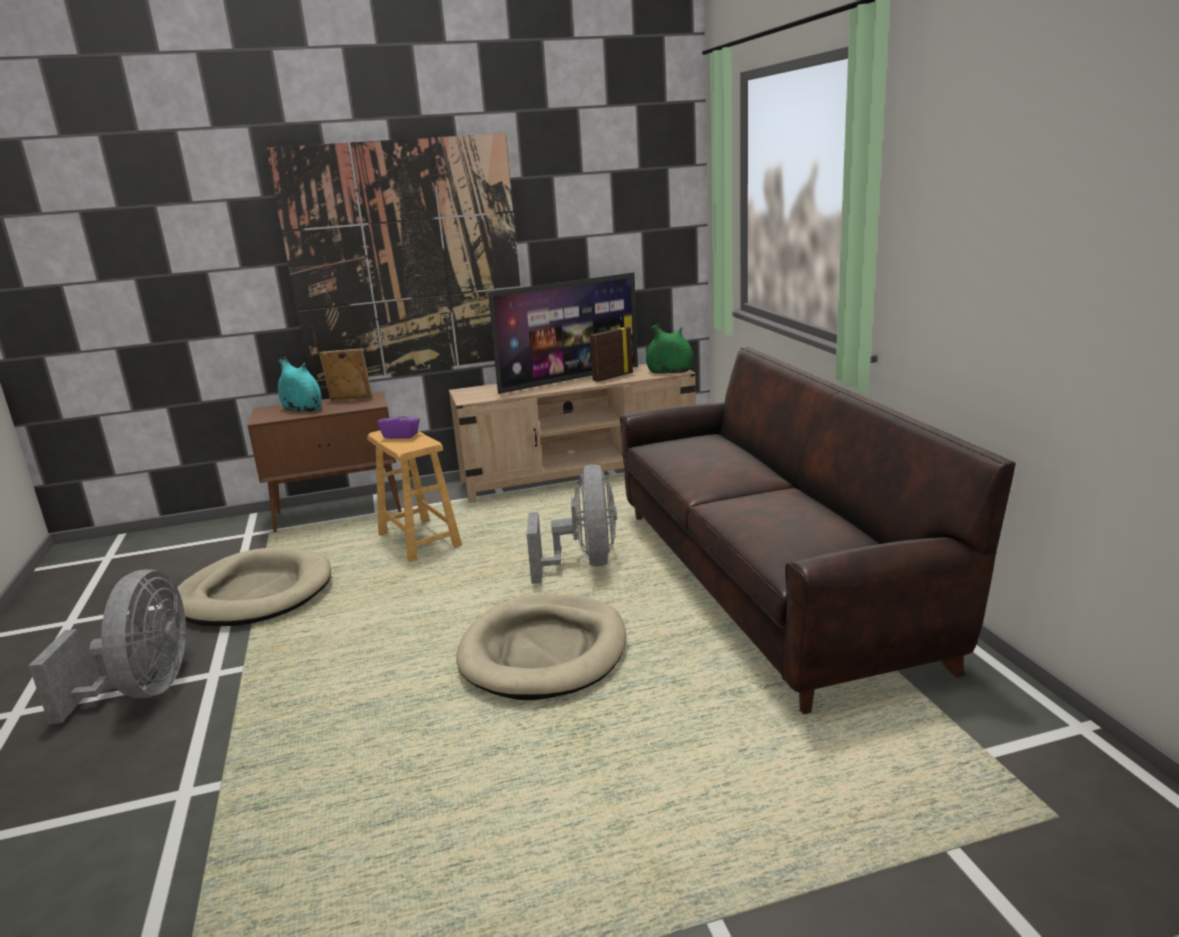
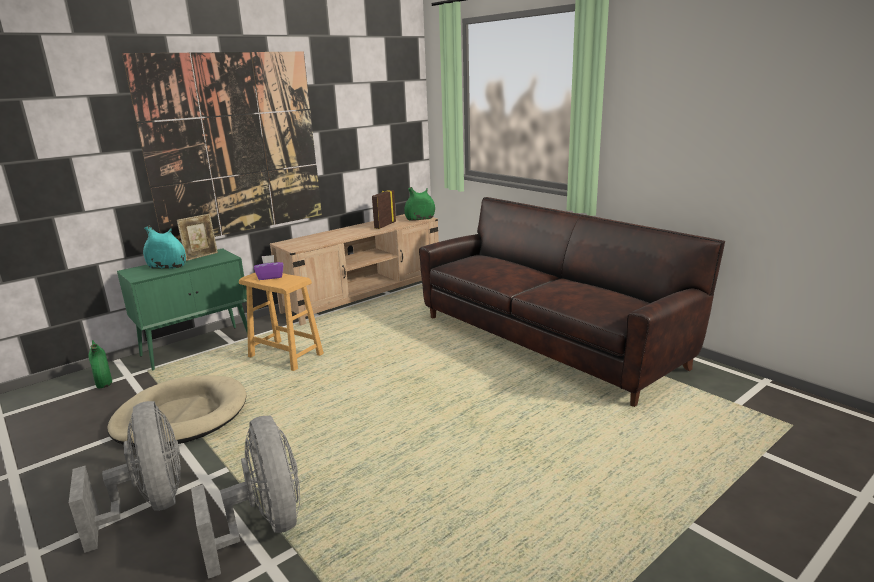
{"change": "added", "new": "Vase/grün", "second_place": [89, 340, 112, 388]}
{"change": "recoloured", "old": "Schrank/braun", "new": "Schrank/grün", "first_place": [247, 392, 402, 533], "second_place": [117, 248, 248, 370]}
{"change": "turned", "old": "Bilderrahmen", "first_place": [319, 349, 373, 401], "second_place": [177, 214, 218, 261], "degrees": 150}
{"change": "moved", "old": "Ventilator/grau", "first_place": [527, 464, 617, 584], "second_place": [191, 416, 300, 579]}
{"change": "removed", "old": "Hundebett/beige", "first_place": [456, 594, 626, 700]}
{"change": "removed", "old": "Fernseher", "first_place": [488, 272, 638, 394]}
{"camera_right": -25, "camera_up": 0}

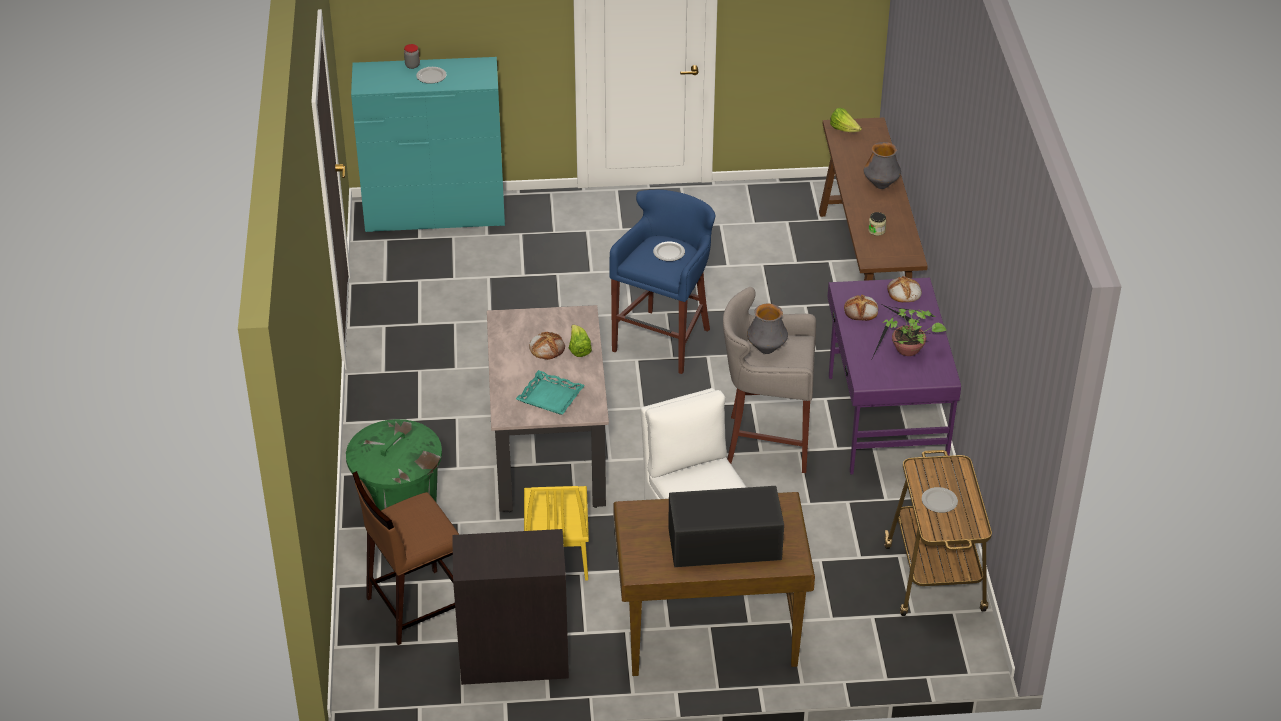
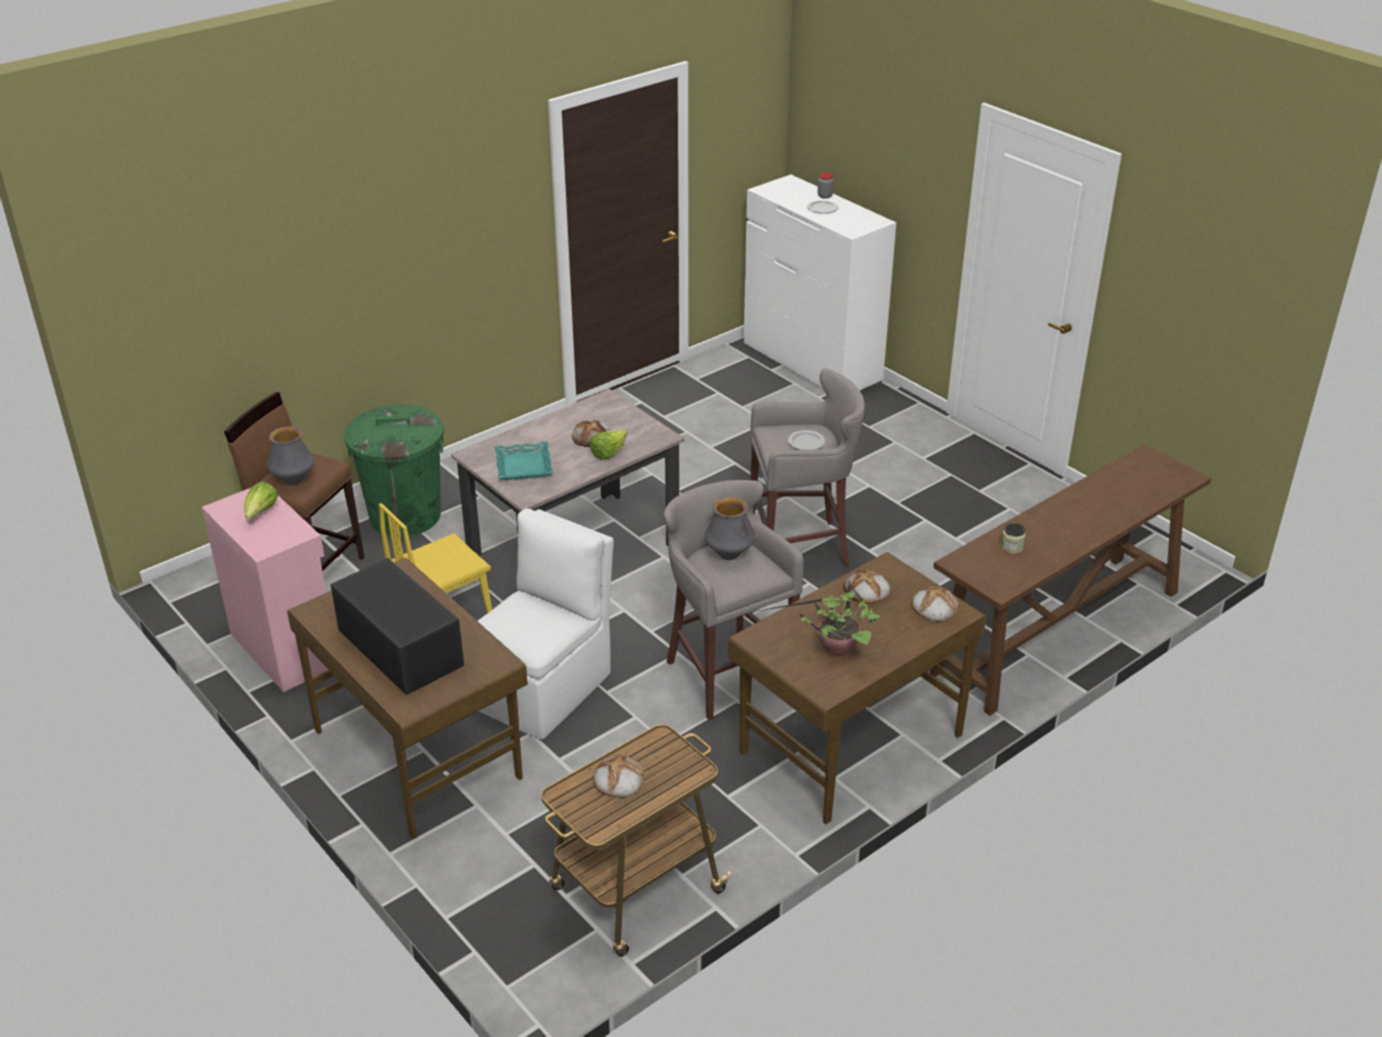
{"change": "recoloured", "old": "Schrank/schwarz", "new": "Schrank/rosa", "first_place": [452, 529, 569, 685], "second_place": [202, 488, 328, 692]}
{"change": "moved", "old": "Salatkopf", "first_place": [830, 108, 862, 132], "second_place": [244, 481, 278, 520]}
{"change": "moved", "old": "Vase", "first_place": [864, 142, 901, 189], "second_place": [267, 426, 314, 485]}
{"change": "replaced", "old": "Teller", "new": "Brot", "first_place": [922, 487, 958, 513], "second_place": [593, 755, 645, 798]}
{"change": "recoloured", "old": "Schreibtisch/lila", "new": "Schreibtisch/braun", "first_place": [828, 278, 961, 474], "second_place": [728, 552, 987, 824]}
{"change": "recoloured", "old": "Kommode/türkis", "new": "Kommode/weiß", "first_place": [351, 57, 505, 232], "second_place": [744, 174, 896, 391]}
{"change": "recoloured", "old": "Hocker/blau", "new": "Hocker/grau", "first_place": [609, 190, 716, 374], "second_place": [750, 368, 865, 568]}
{"camera_right": 55, "camera_up": -5}

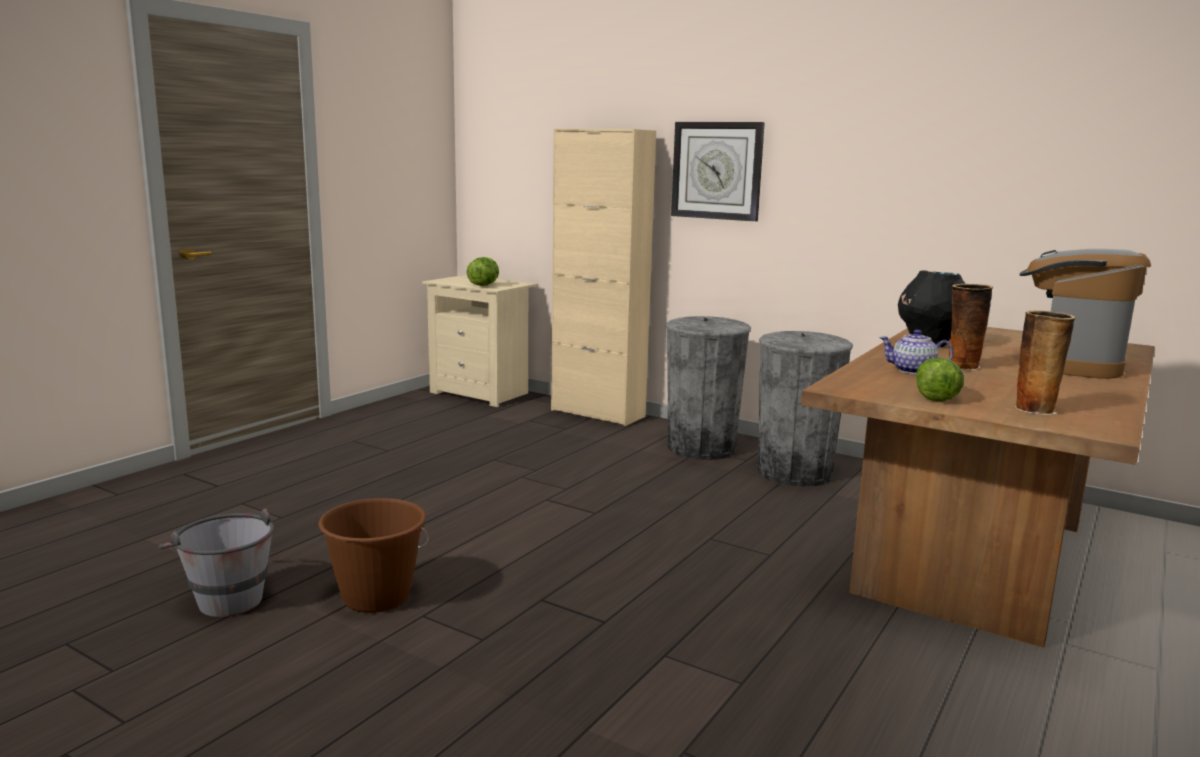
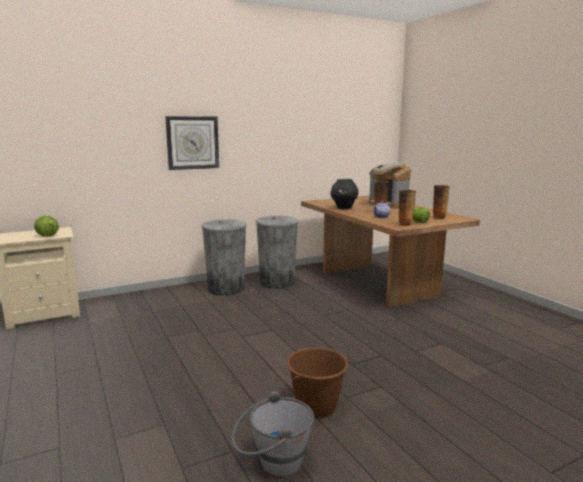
{"change": "added", "new": "Vase", "second_place": [399, 189, 416, 226]}
{"change": "removed", "old": "Schrank/beige", "first_place": [551, 128, 656, 426]}
{"camera_right": -60, "camera_up": 0}

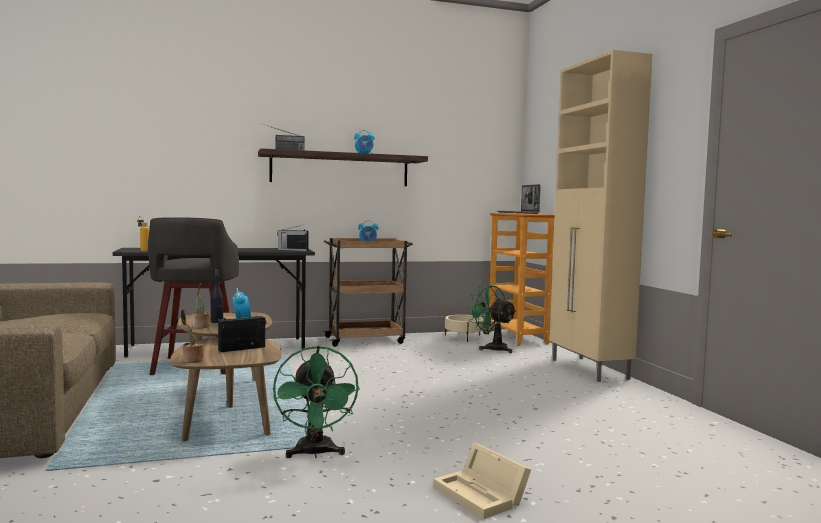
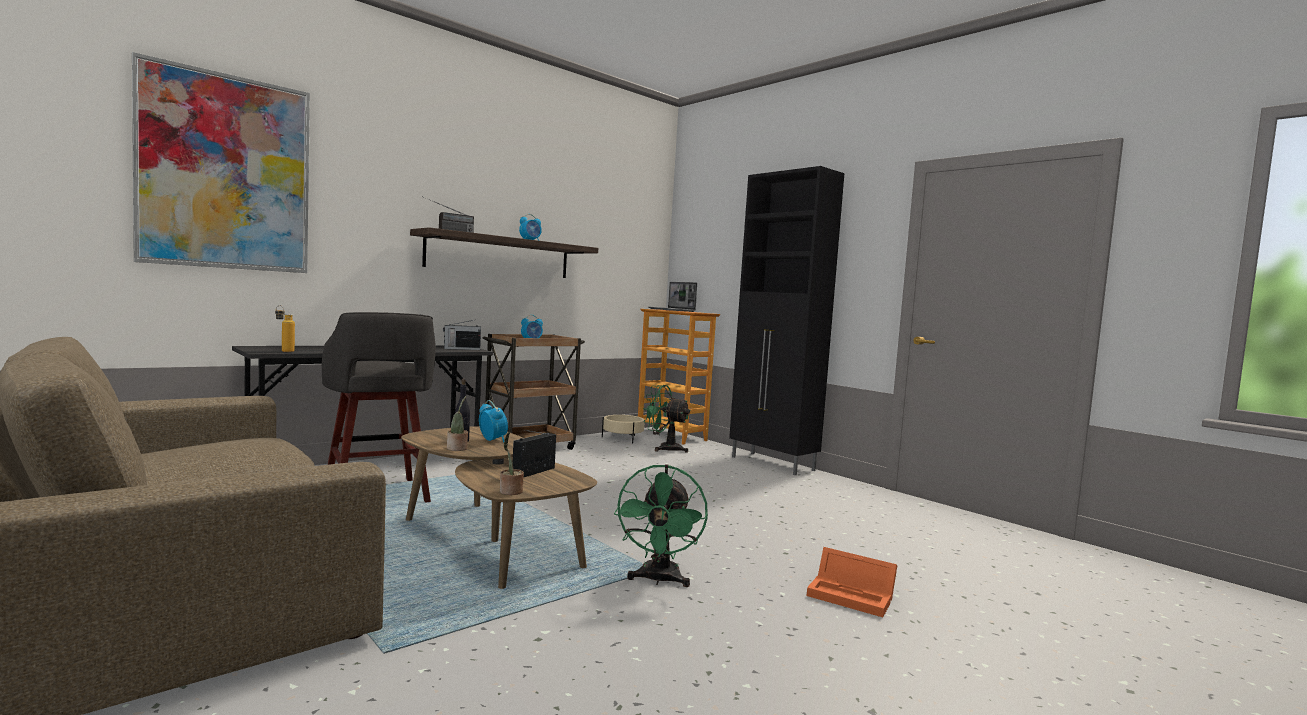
{"change": "added", "new": "Bild", "second_place": [132, 52, 310, 273]}
{"change": "turned", "old": "Ventilator/grün", "first_place": [273, 346, 360, 458], "second_place": [614, 464, 708, 587], "degrees": 45}
{"change": "recoloured", "old": "Schrank/beige", "new": "Schrank/schwarz", "first_place": [549, 50, 652, 382], "second_place": [729, 166, 844, 475]}
{"change": "recoloured", "old": "Aufbewahrungsbox/beige", "new": "Aufbewahrungsbox/orange", "first_place": [433, 442, 531, 519], "second_place": [807, 547, 897, 617]}
{"camera_right": -25, "camera_up": 0}

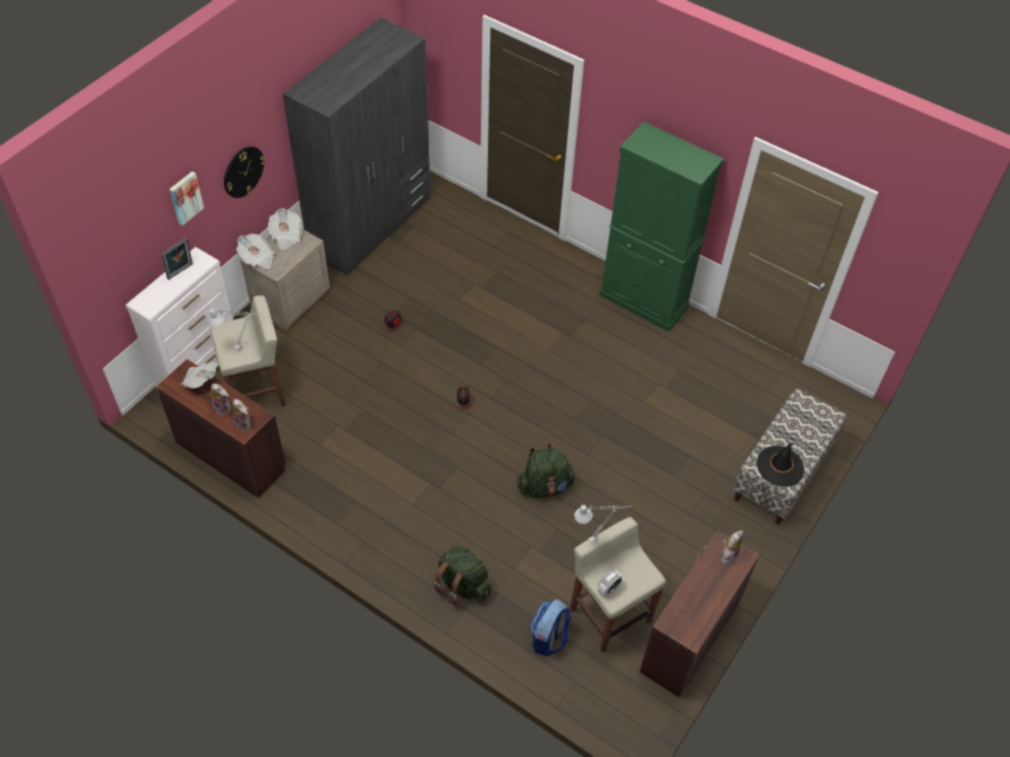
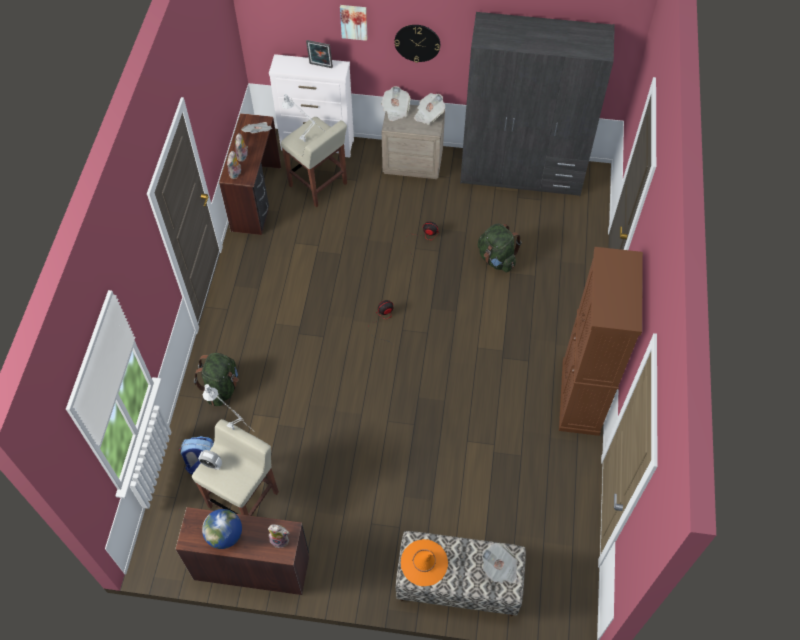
{"change": "added", "new": "Globus", "second_place": [202, 509, 242, 549]}
{"change": "recoloured", "old": "Hut/schwarz", "new": "Hut/orange", "first_place": [757, 443, 804, 487], "second_place": [401, 539, 448, 586]}
{"change": "moved", "old": "Rucksack/grün", "first_place": [517, 443, 576, 498], "second_place": [478, 223, 522, 272]}
{"change": "added", "new": "Zeitung", "second_place": [482, 543, 518, 584]}
{"change": "recoloured", "old": "Schrank/grün", "new": "Schrank/braun", "first_place": [600, 122, 724, 332], "second_place": [559, 247, 643, 436]}
{"camera_right": 65, "camera_up": 5}

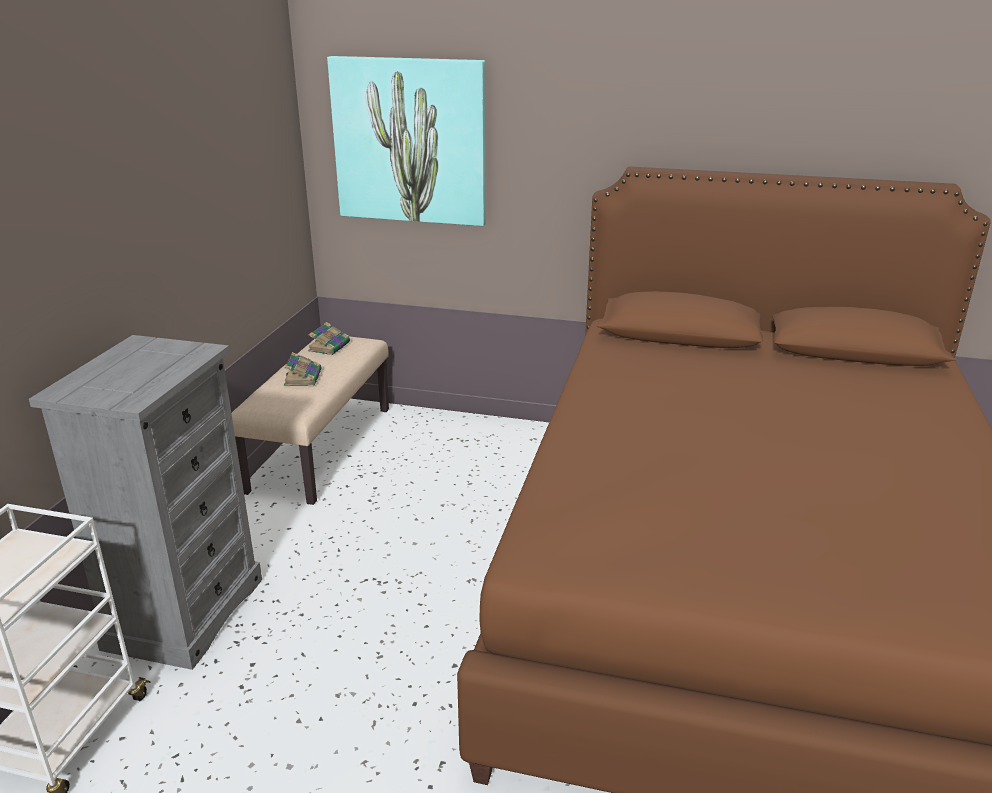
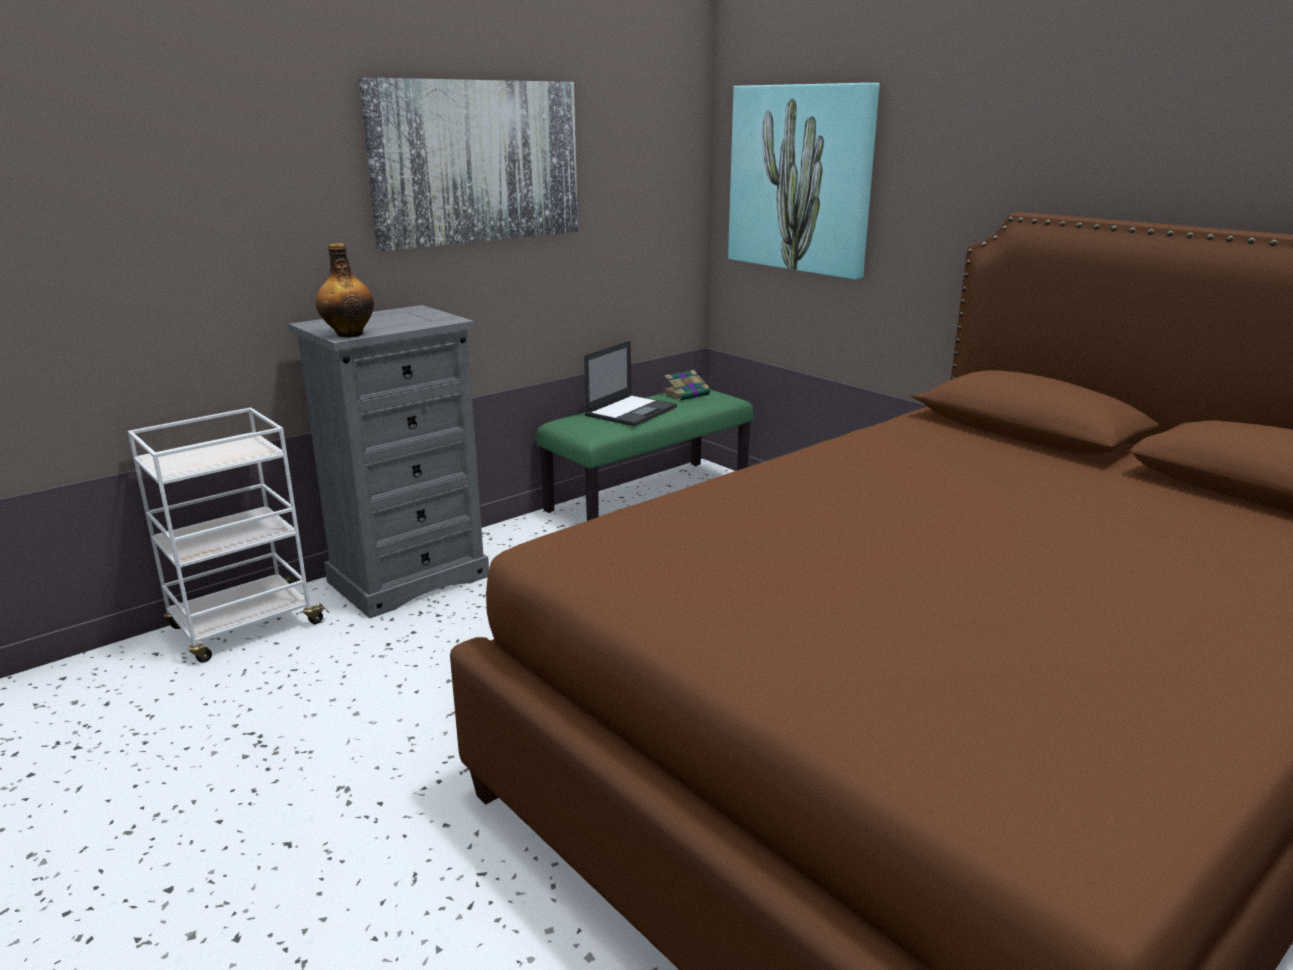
{"change": "added", "new": "Flasche", "second_place": [316, 243, 374, 337]}
{"change": "added", "new": "Bild", "second_place": [359, 77, 578, 251]}
{"change": "recoloured", "old": "Bank/beige", "new": "Bank/grün", "first_place": [231, 337, 389, 505], "second_place": [536, 390, 754, 521]}
{"change": "replaced", "old": "Buch", "new": "Laptop", "first_place": [284, 352, 322, 386], "second_place": [584, 341, 677, 426]}
{"camera_right": 35, "camera_up": -5}

